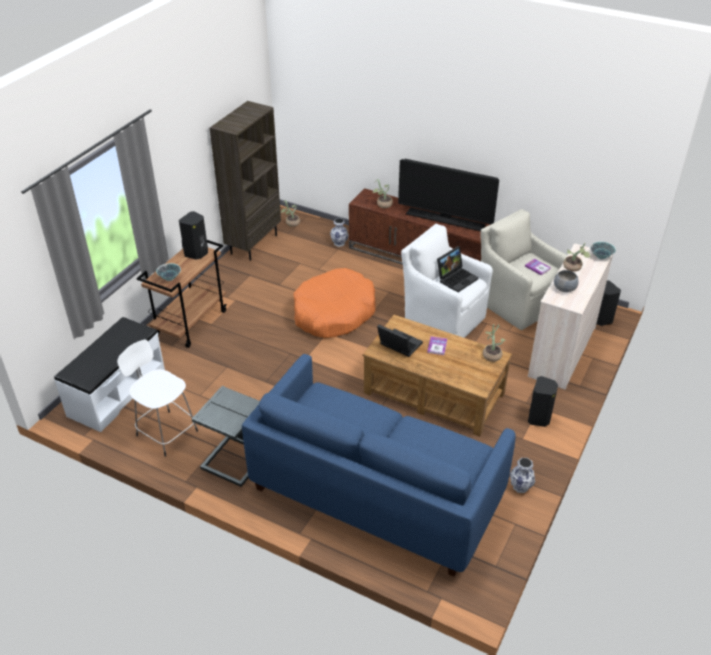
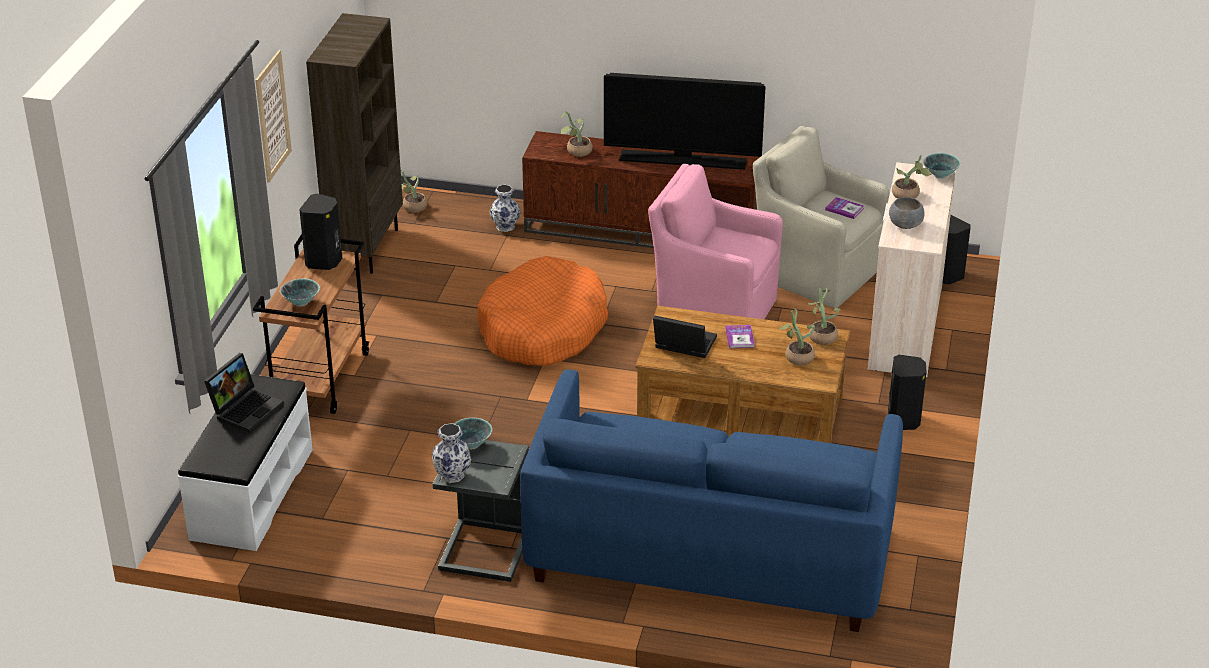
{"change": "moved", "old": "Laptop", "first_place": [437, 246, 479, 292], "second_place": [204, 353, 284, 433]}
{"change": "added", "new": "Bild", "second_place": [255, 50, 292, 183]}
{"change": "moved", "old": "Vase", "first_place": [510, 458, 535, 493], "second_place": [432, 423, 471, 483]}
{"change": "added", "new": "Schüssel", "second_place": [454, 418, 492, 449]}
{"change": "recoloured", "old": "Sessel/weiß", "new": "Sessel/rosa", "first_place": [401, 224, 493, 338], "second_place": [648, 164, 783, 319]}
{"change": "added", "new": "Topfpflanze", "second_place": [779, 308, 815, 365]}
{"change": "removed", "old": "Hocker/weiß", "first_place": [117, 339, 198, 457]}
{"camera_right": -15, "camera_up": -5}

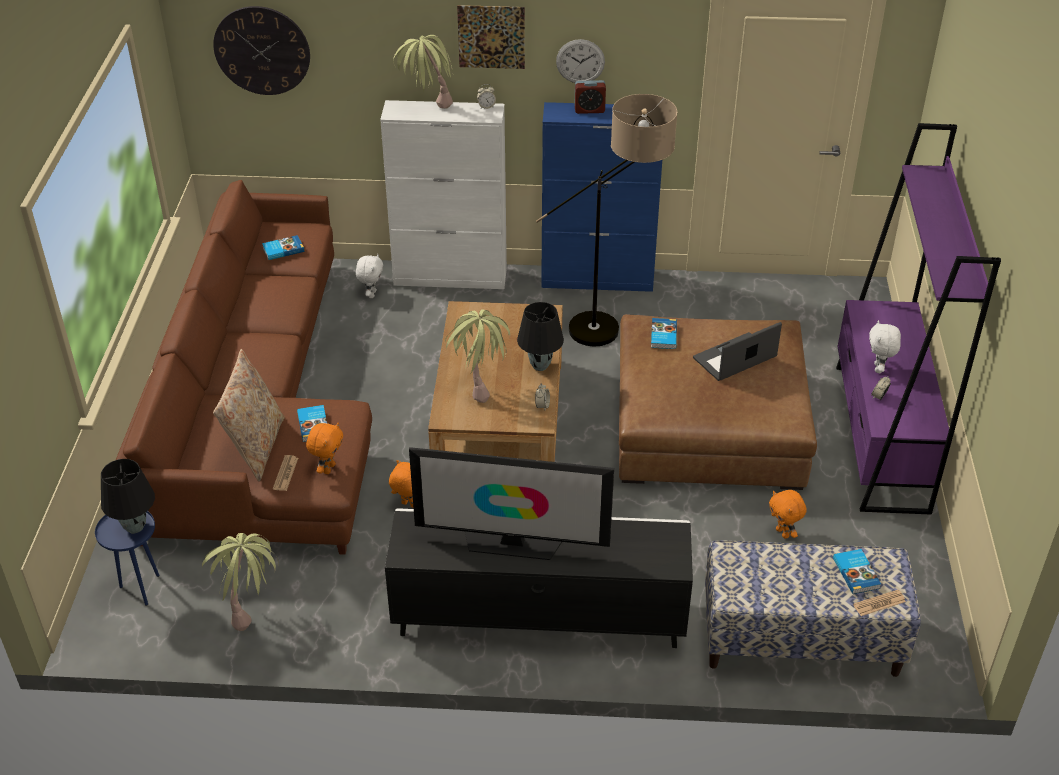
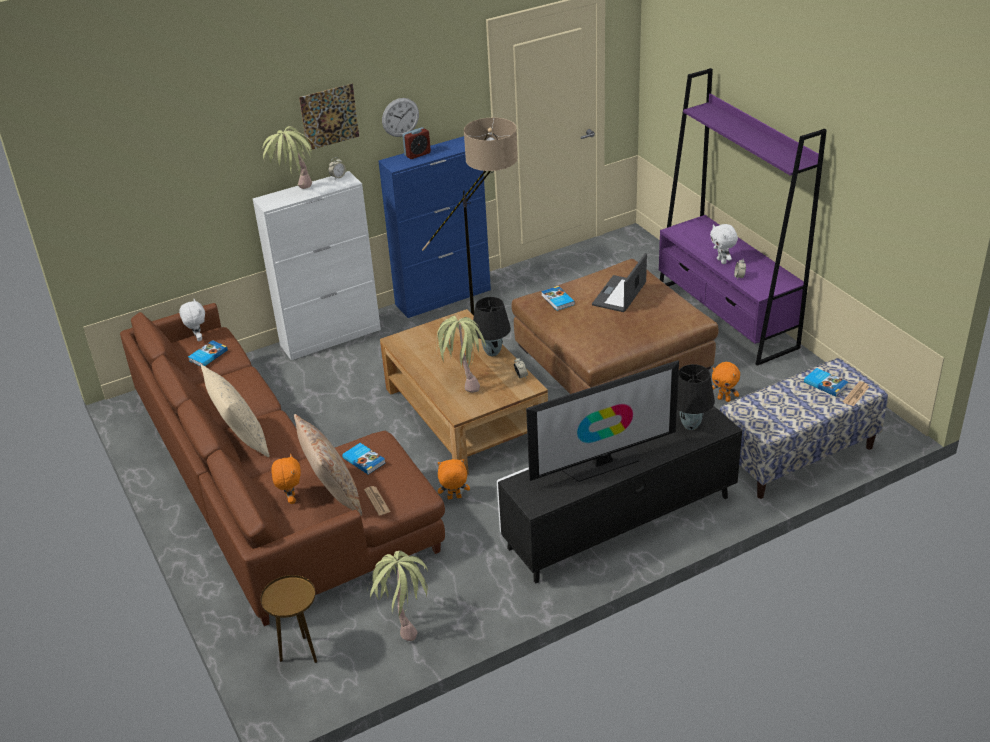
{"change": "moved", "old": "Plüschtier/weiß", "first_place": [356, 254, 383, 298], "second_place": [179, 299, 205, 341]}
{"change": "added", "new": "Kissen/beige", "second_place": [201, 365, 269, 457]}
{"change": "recoloured", "old": "Beistelltisch/blau", "new": "Beistelltisch/braun", "first_place": [95, 511, 160, 606], "second_place": [260, 575, 317, 663]}
{"change": "moved", "old": "Plüschtier/orange", "first_place": [306, 423, 343, 474], "second_place": [271, 454, 301, 504]}
{"change": "moved", "old": "Tischlampe/schwarz", "first_place": [101, 459, 155, 533], "second_place": [677, 364, 715, 430]}
{"change": "removed", "old": "Wanduhr", "first_place": [213, 6, 310, 95]}
{"camera_right": -30, "camera_up": -5}

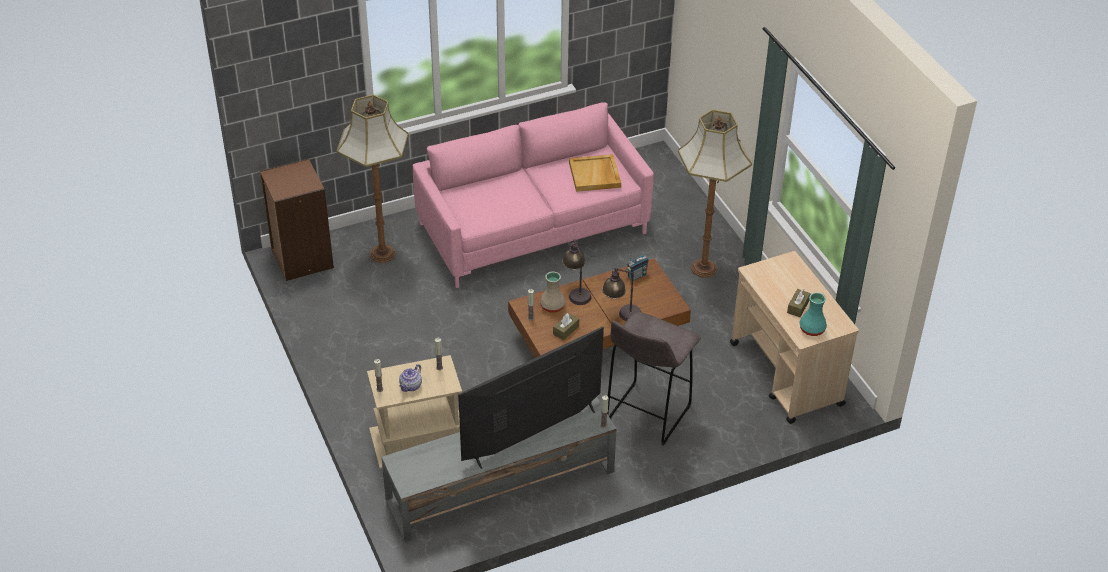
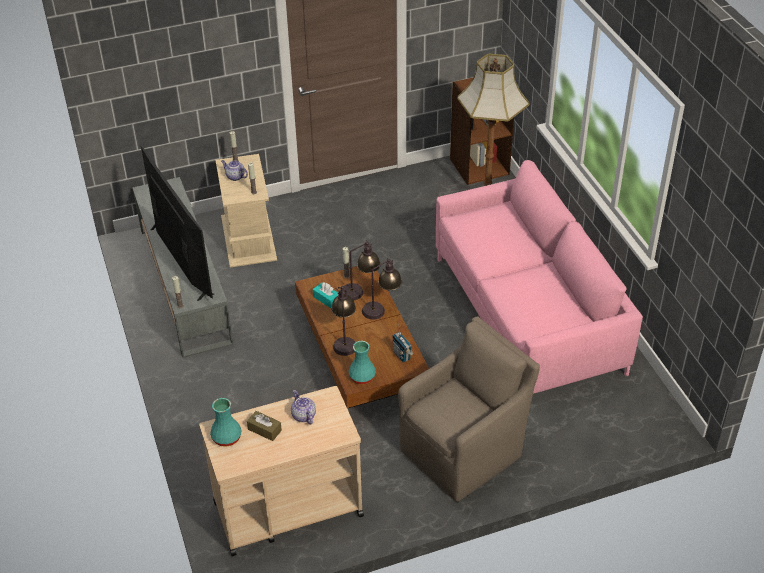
{"change": "added", "new": "Teekanne", "second_place": [291, 390, 316, 425]}
{"change": "recoloured", "old": "Taschentuchbox/braun", "new": "Taschentuchbox/türkis", "first_place": [553, 313, 579, 340], "second_place": [313, 282, 338, 308]}
{"change": "replaced", "old": "Vase/beige", "new": "Tischlampe", "first_place": [540, 272, 565, 313], "second_place": [344, 240, 381, 301]}
{"change": "added", "new": "Vase/türkis", "second_place": [349, 341, 376, 384]}
{"change": "replaced", "old": "Stehlampe", "new": "Sessel/braun", "first_place": [678, 110, 752, 278], "second_place": [398, 316, 540, 502]}
{"change": "removed", "old": "Tablett/beige", "first_place": [569, 154, 621, 192]}
{"change": "removed", "old": "Hocker/grau", "first_place": [607, 312, 701, 446]}
{"camera_right": 95, "camera_up": 0}

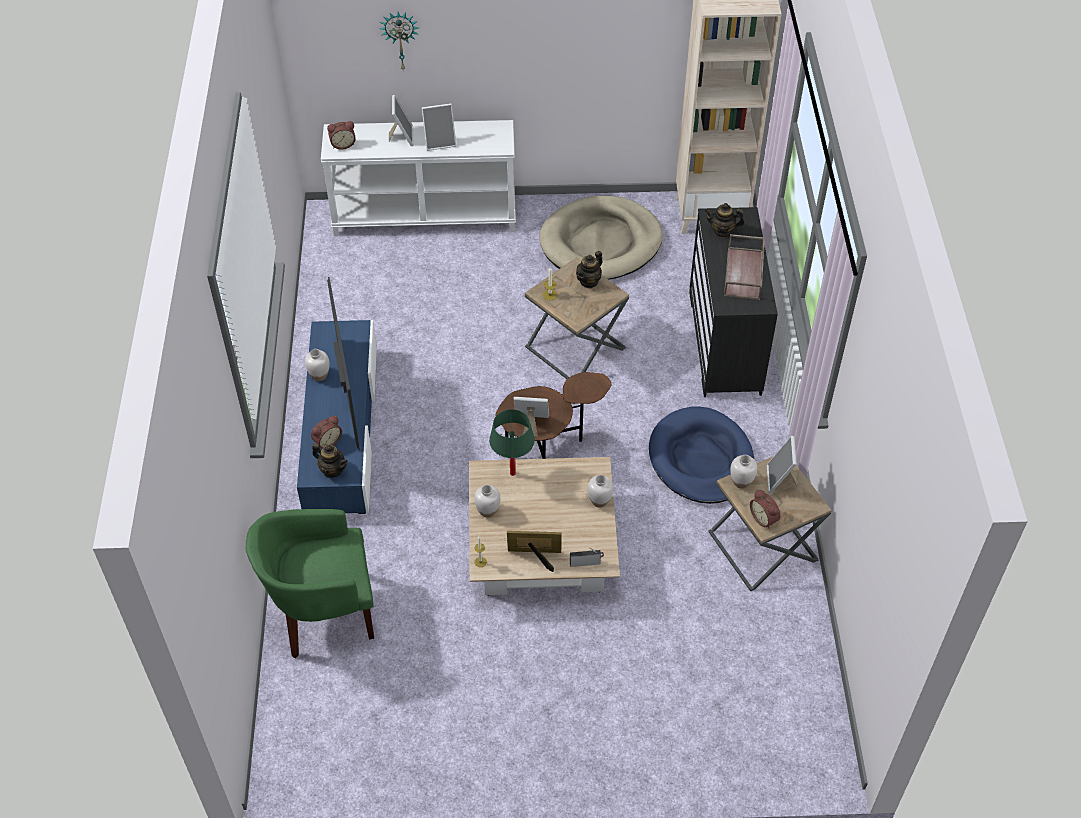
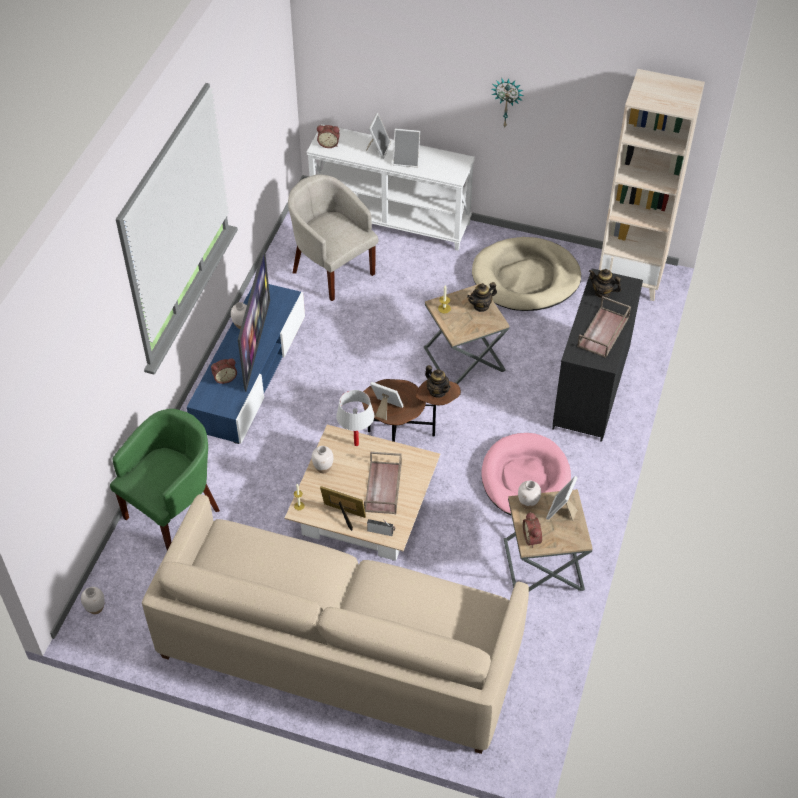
{"change": "moved", "old": "Vase/weiß", "first_place": [588, 475, 614, 508], "second_place": [81, 587, 105, 614]}
{"change": "turned", "old": "Sessel/grün", "first_place": [246, 509, 374, 659], "second_place": [110, 409, 220, 550], "degrees": 120}
{"change": "added", "new": "Sofa/beige", "second_place": [142, 494, 529, 754]}
{"change": "added", "new": "Sessel/beige", "second_place": [288, 174, 379, 301]}
{"change": "recoloured", "old": "Tischlampe/grün", "new": "Tischlampe/weiß", "first_place": [489, 409, 535, 476], "second_place": [336, 390, 374, 446]}
{"change": "added", "new": "Tablett/braun", "second_place": [364, 452, 402, 514]}
{"change": "moved", "old": "Teekanne", "first_place": [312, 443, 348, 478], "second_place": [425, 365, 451, 398]}
{"change": "recoloured", "old": "Hundebett/blau", "new": "Hundebett/rosa", "first_place": [649, 407, 754, 504], "second_place": [482, 433, 571, 515]}
{"change": "moved", "old": "Wanduhr", "first_place": [380, 12, 418, 70], "second_place": [491, 78, 524, 127]}
{"camera_right": 20, "camera_up": 0}

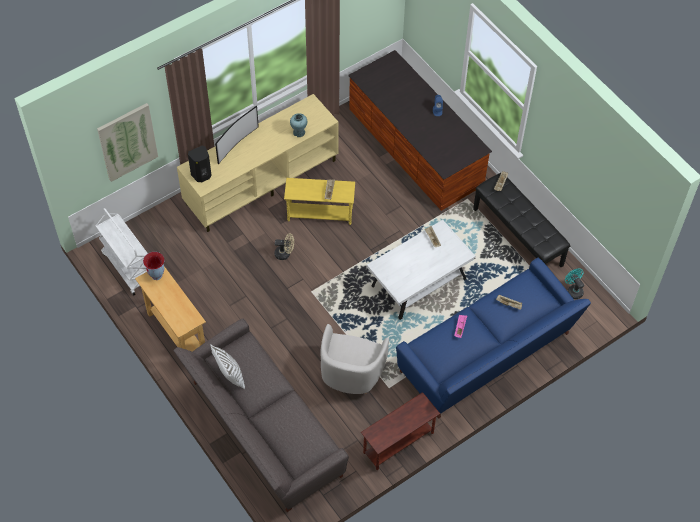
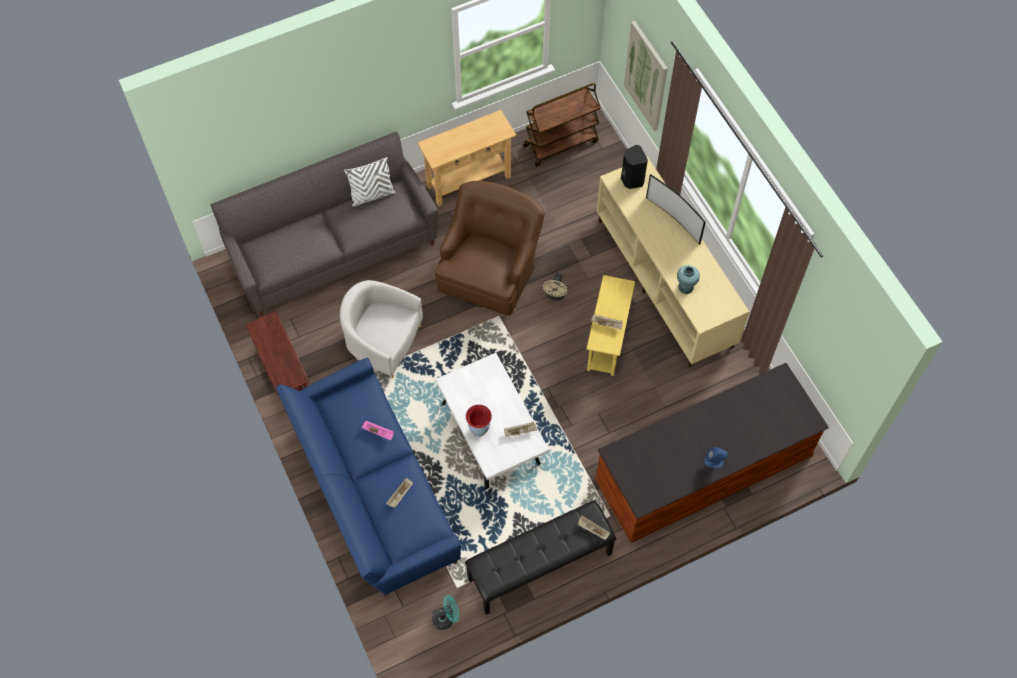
{"change": "added", "new": "Sessel/braun", "second_place": [435, 181, 545, 316]}
{"change": "moved", "old": "Vase", "first_place": [143, 252, 164, 280], "second_place": [466, 404, 492, 437]}
{"change": "recoloured", "old": "Rollwagen/weiß", "new": "Rollwagen/braun", "first_place": [96, 208, 148, 295], "second_place": [523, 83, 601, 166]}
{"camera_right": 100, "camera_up": 5}

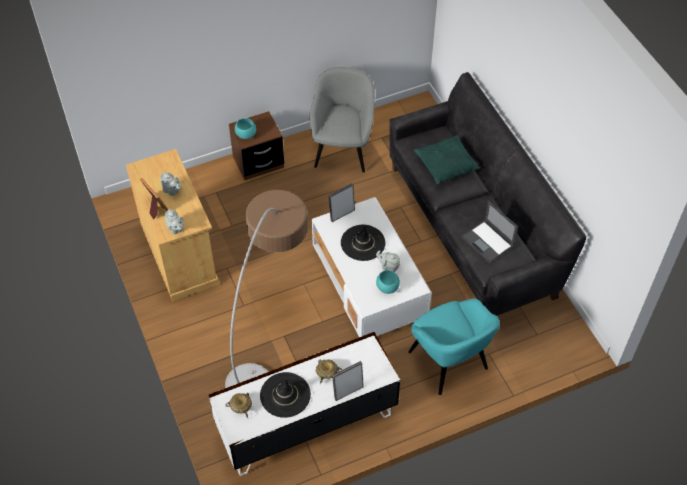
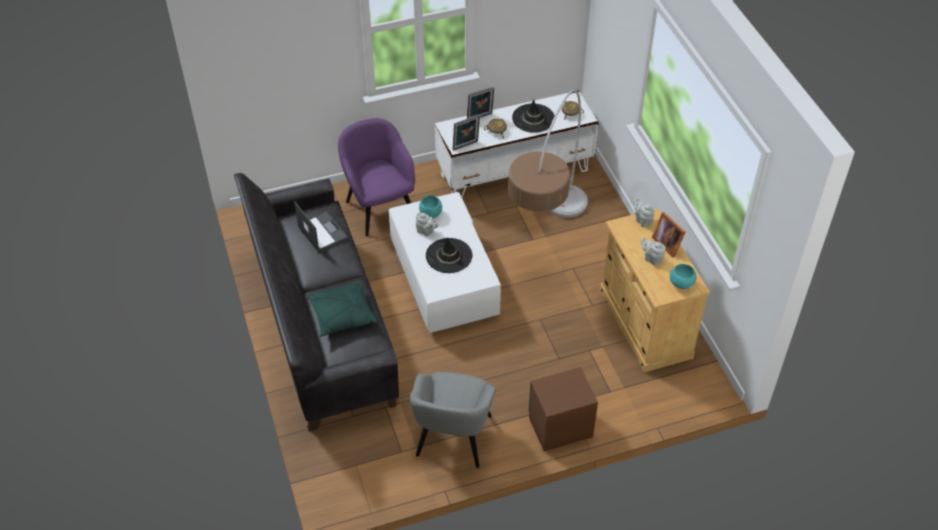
{"change": "recoloured", "old": "Sessel/türkis", "new": "Sessel/lila", "first_place": [408, 299, 500, 395], "second_place": [338, 118, 415, 237]}
{"change": "moved", "old": "Bilderrahmen", "first_place": [328, 183, 355, 222], "second_place": [453, 115, 480, 150]}
{"change": "moved", "old": "Schüssel/türkis", "first_place": [235, 118, 256, 139], "second_place": [670, 264, 696, 289]}
{"camera_right": -175, "camera_up": -5}

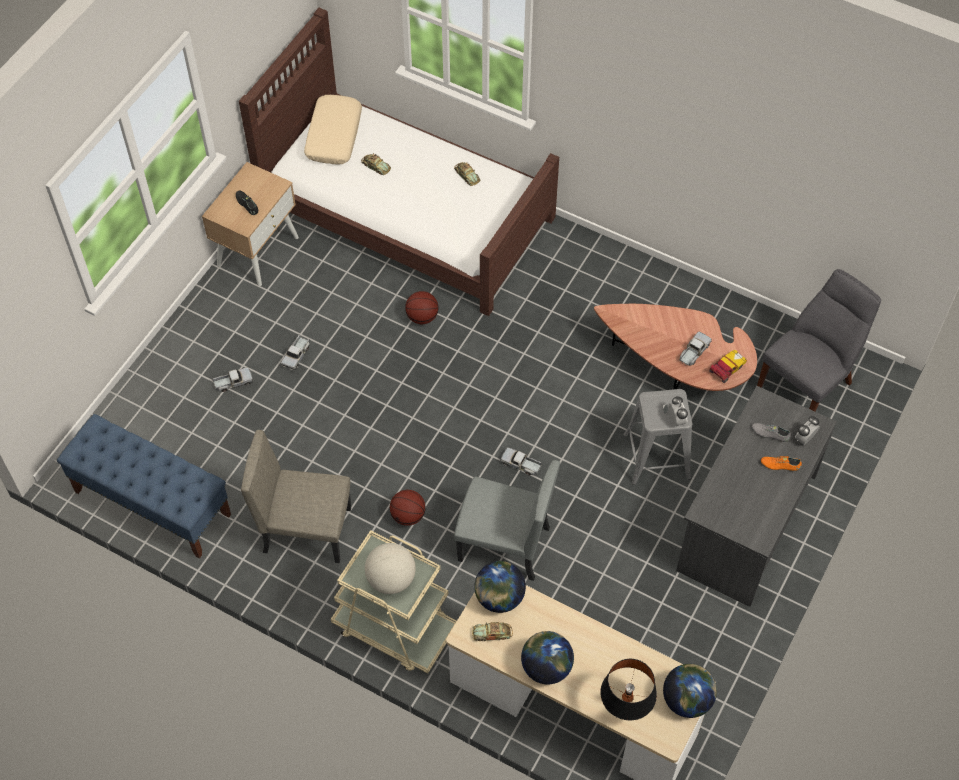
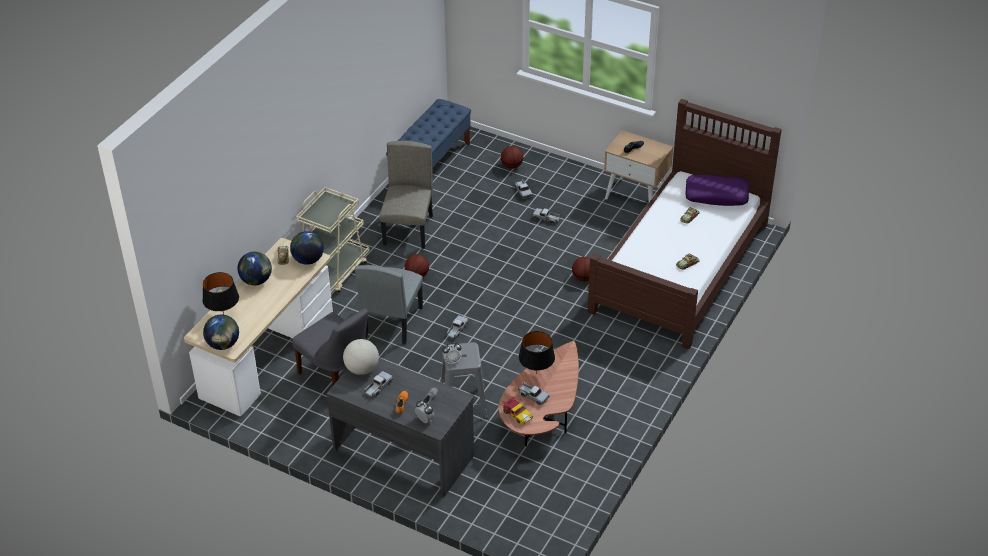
{"change": "moved", "old": "Stuhl/grau", "first_place": [757, 269, 881, 412], "second_place": [292, 308, 368, 385]}
{"change": "moved", "old": "Globus", "first_place": [365, 543, 416, 594], "second_place": [343, 339, 379, 375]}
{"change": "added", "new": "Spielzeuglaster", "second_place": [364, 371, 393, 397]}
{"change": "added", "new": "Basketball", "second_place": [501, 146, 523, 169]}
{"change": "added", "new": "Tischlampe/schwarz", "second_place": [519, 331, 555, 374]}
{"change": "recoloured", "old": "Kissen/beige", "new": "Kissen/lila", "first_place": [304, 95, 362, 164], "second_place": [685, 175, 749, 206]}
{"camera_right": 90, "camera_up": -15}

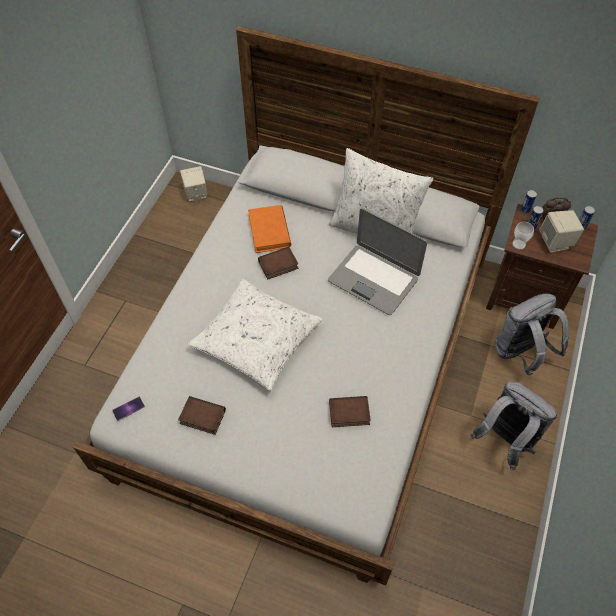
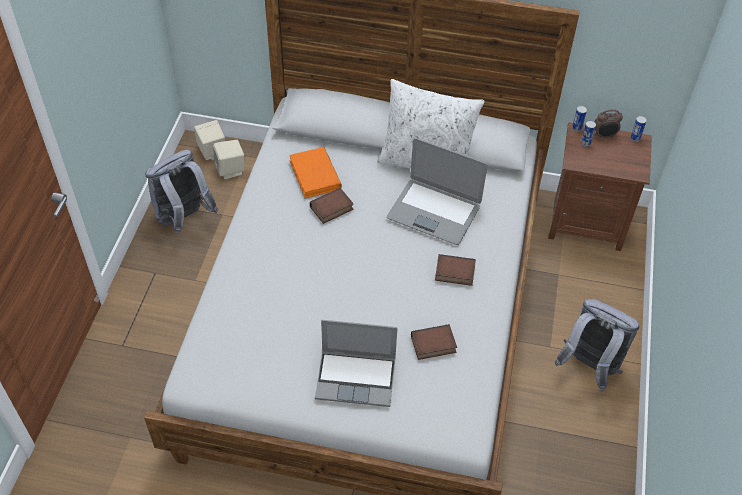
{"change": "moved", "old": "Rucksack/grau", "first_place": [495, 294, 569, 375], "second_place": [145, 150, 218, 233]}
{"change": "moved", "old": "Lautsprecher/beige", "first_place": [539, 210, 584, 253], "second_place": [213, 140, 244, 179]}
{"change": "added", "new": "Laptop", "second_place": [315, 320, 397, 407]}
{"change": "moved", "old": "Buch", "first_place": [178, 396, 226, 435], "second_place": [435, 254, 476, 286]}
{"change": "removed", "old": "Handy", "first_place": [112, 397, 145, 421]}
{"change": "removed", "old": "Kissen/weiß", "first_place": [188, 279, 323, 391]}
{"change": "removed", "old": "Tasse", "first_place": [512, 222, 534, 250]}
{"camera_right": -10, "camera_up": -5}

